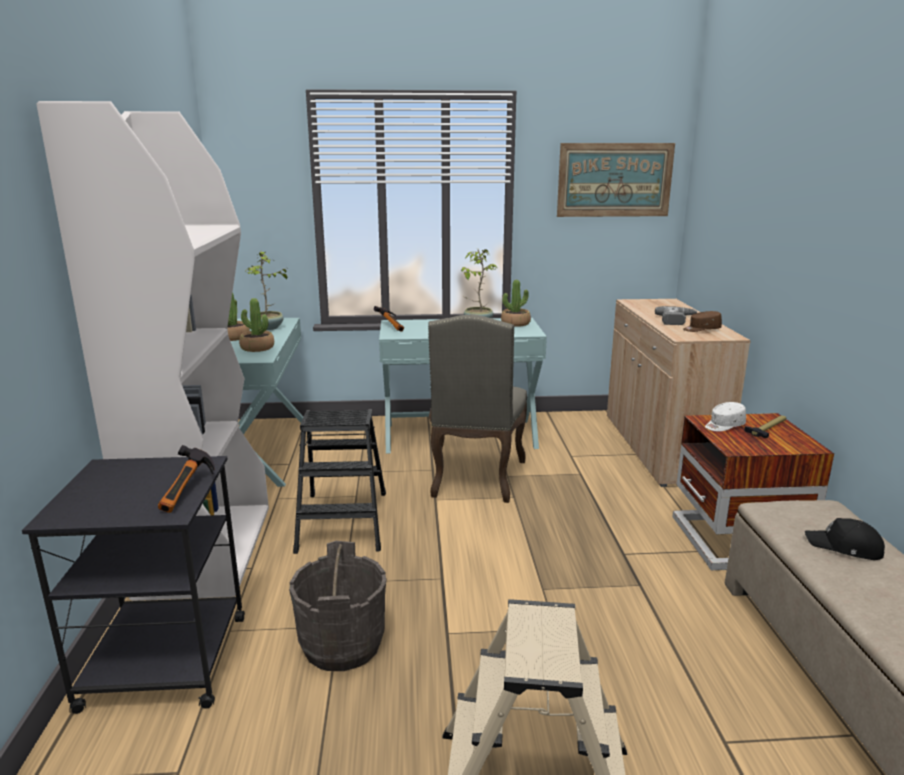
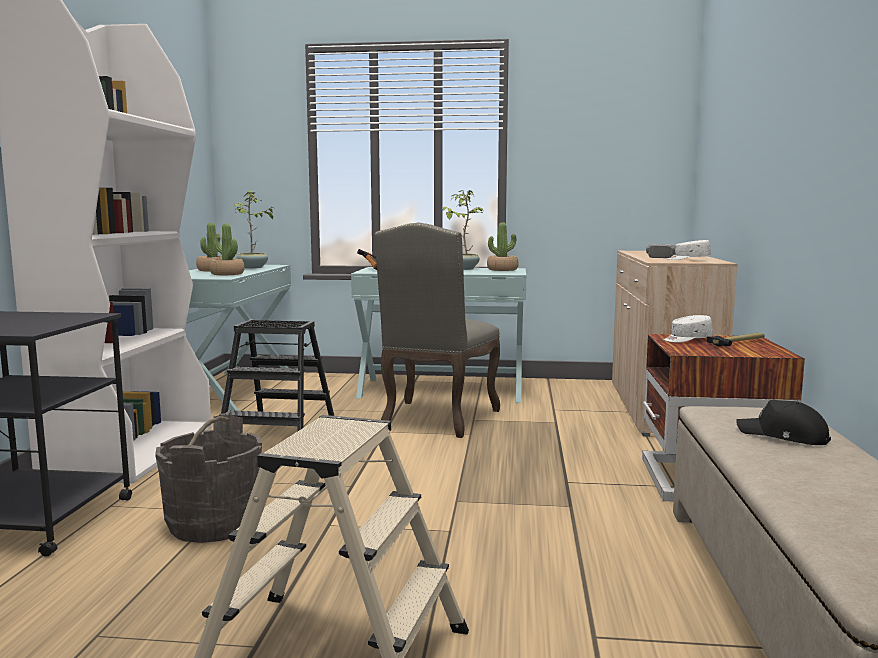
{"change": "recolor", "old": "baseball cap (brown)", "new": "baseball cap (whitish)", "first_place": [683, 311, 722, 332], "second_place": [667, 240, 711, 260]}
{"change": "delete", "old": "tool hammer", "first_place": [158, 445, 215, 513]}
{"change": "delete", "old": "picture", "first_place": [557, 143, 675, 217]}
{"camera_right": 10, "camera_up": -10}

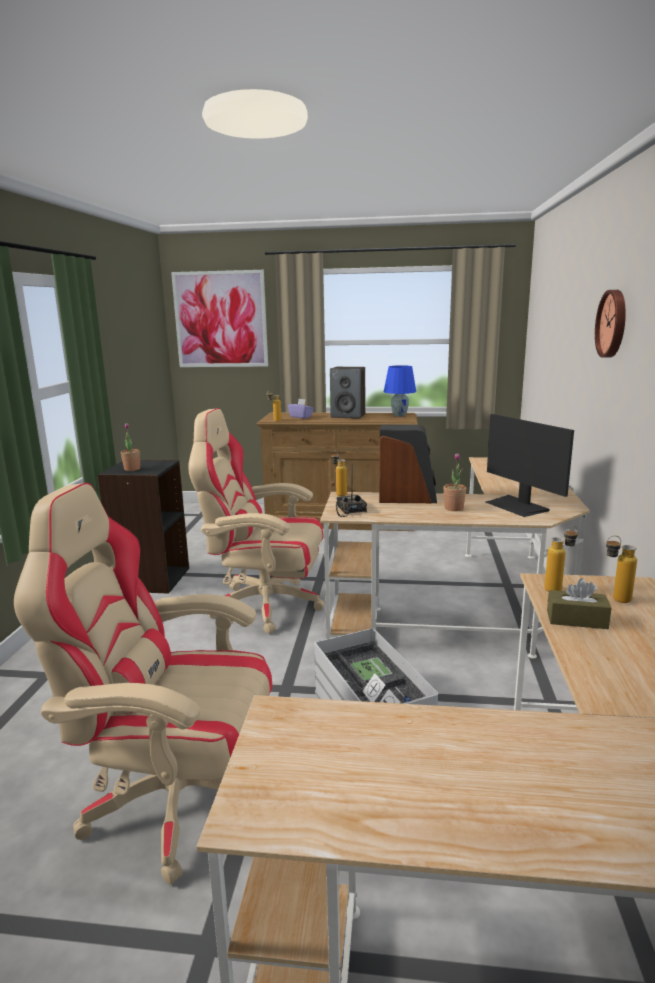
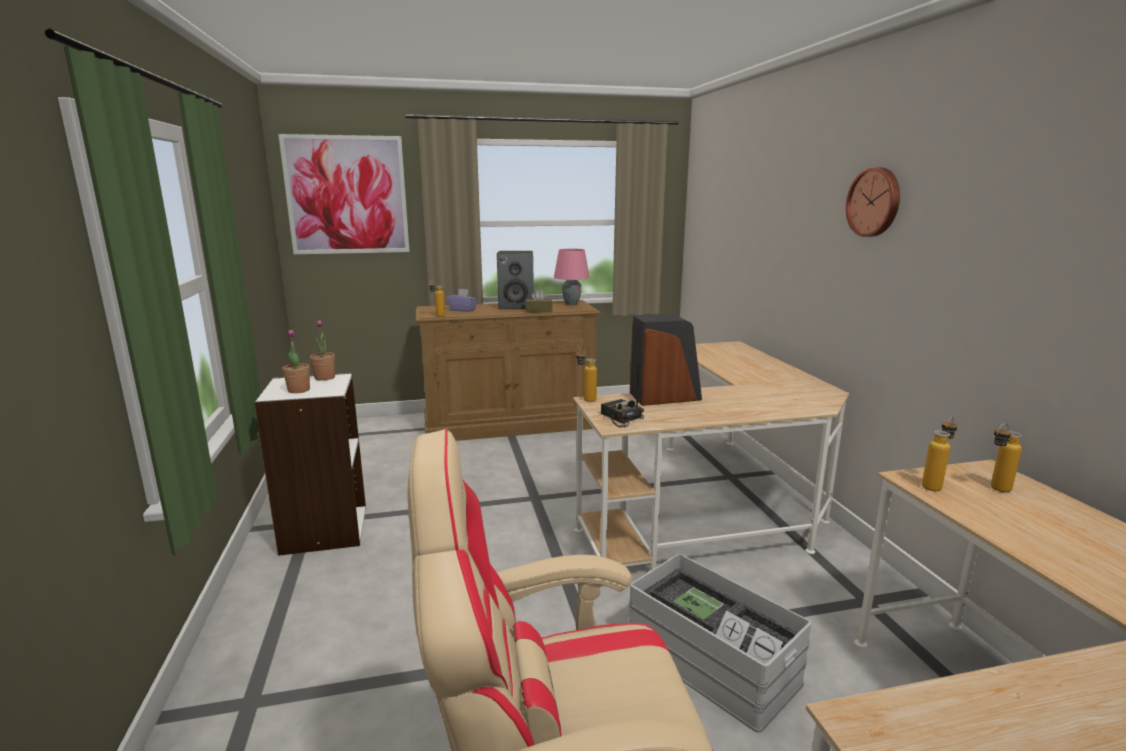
{"change": "recolor", "old": "shelving unit (black)", "new": "shelving unit (whitish)", "first_place": [97, 460, 189, 594], "second_place": [254, 373, 366, 556]}
{"change": "move", "old": "houseplant", "first_place": [443, 453, 466, 511], "second_place": [310, 320, 335, 381]}
{"change": "move", "old": "tissue box (brown)", "first_place": [547, 578, 611, 629], "second_place": [525, 289, 552, 313]}
{"change": "recolor", "old": "lamp for a table (blue)", "new": "lamp for a table (pink)", "first_place": [384, 365, 416, 417], "second_place": [554, 249, 590, 305]}
{"change": "delete", "old": "computer chair (beige-coloured)", "first_place": [188, 408, 324, 634]}
{"change": "delete", "old": "computer display", "first_place": [486, 414, 574, 517]}
{"camera_right": -20, "camera_up": 0}

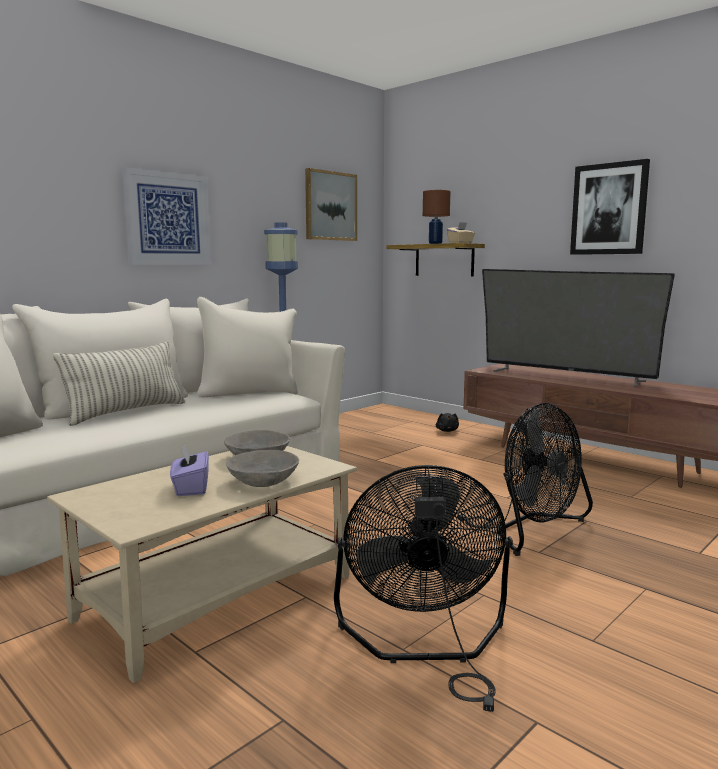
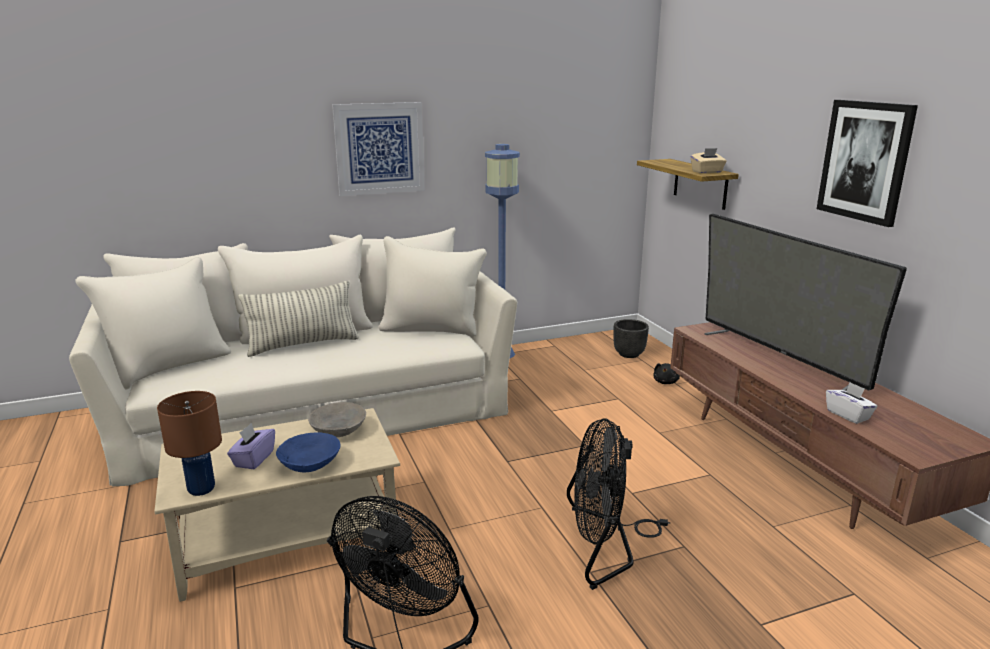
{"change": "move", "old": "lamp for a table (brown)", "first_place": [423, 190, 451, 244], "second_place": [157, 391, 222, 496]}
{"change": "recolor", "old": "bowl (gray)", "new": "bowl (blue)", "first_place": [226, 450, 299, 487], "second_place": [276, 432, 340, 472]}
{"change": "rotate", "old": "fan (black)", "first_place": [457, 403, 593, 556], "second_place": [567, 418, 669, 590], "degrees": 105}
{"change": "insert", "new": "plant pot (black)", "second_place": [613, 319, 649, 358]}
{"change": "insert", "new": "tissue box (whitish)", "second_place": [826, 382, 878, 424]}
{"change": "delete", "old": "picture", "first_place": [305, 168, 357, 241]}
{"camera_right": 25, "camera_up": 10}

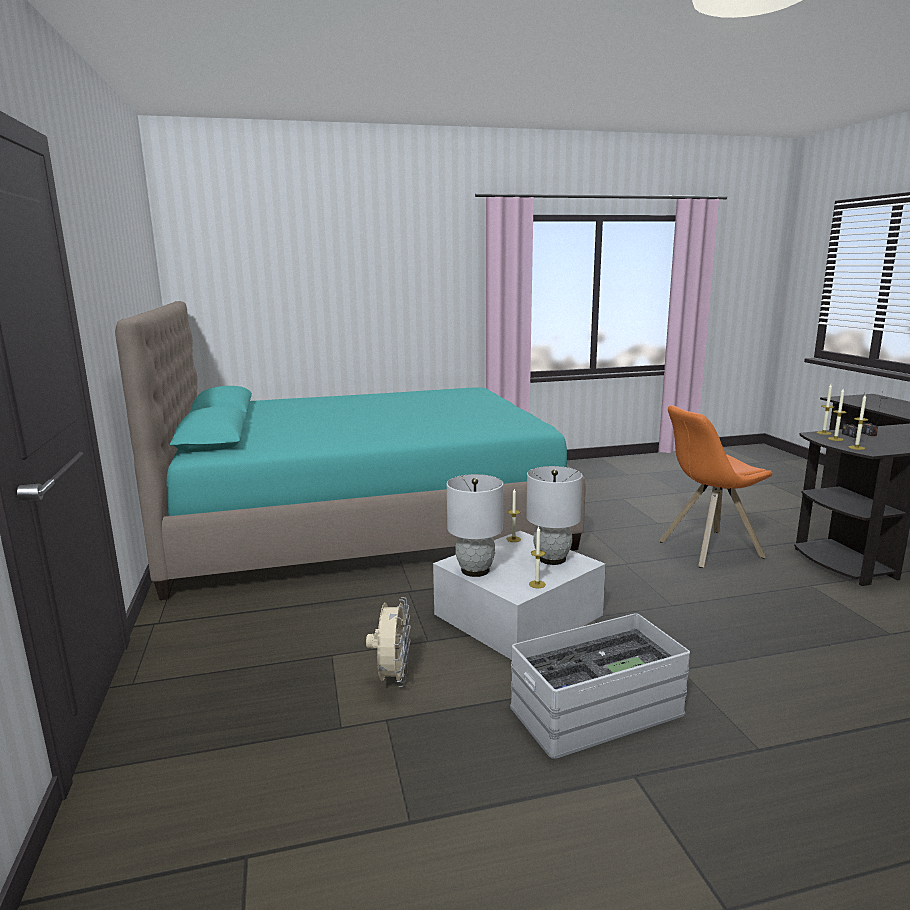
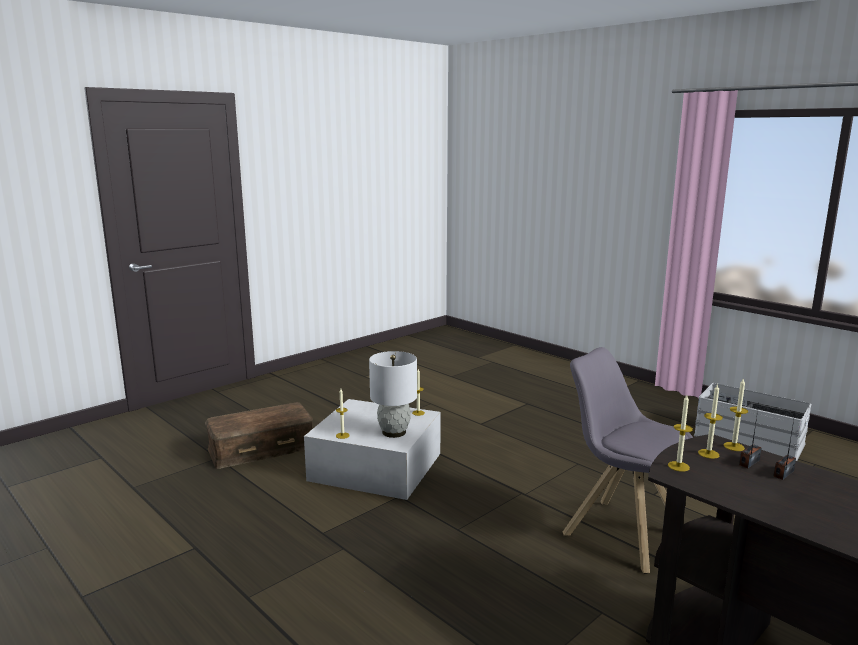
{"change": "replace", "old": "fan (beige-coloured)", "new": "storage container (brown)", "first_place": [366, 597, 411, 687], "second_place": [205, 402, 313, 469]}
{"change": "recolor", "old": "plain chair (orangey)", "new": "plain chair (gray)", "first_place": [659, 405, 773, 568], "second_place": [563, 347, 693, 574]}
{"change": "move", "old": "storage container (gray)", "first_place": [510, 613, 690, 759], "second_place": [694, 383, 811, 461]}
{"change": "delete", "old": "bedroom bed (blue-green)", "first_place": [115, 301, 585, 600]}
{"change": "delete", "old": "lamp for a table (whitish)", "first_place": [447, 474, 503, 577]}
{"camera_right": 60, "camera_up": 0}

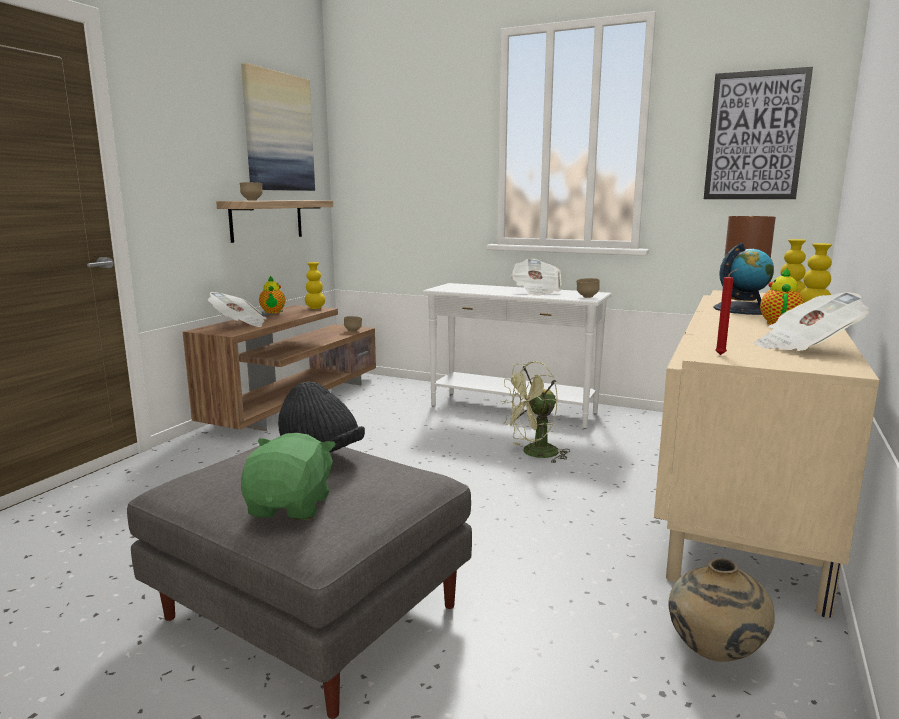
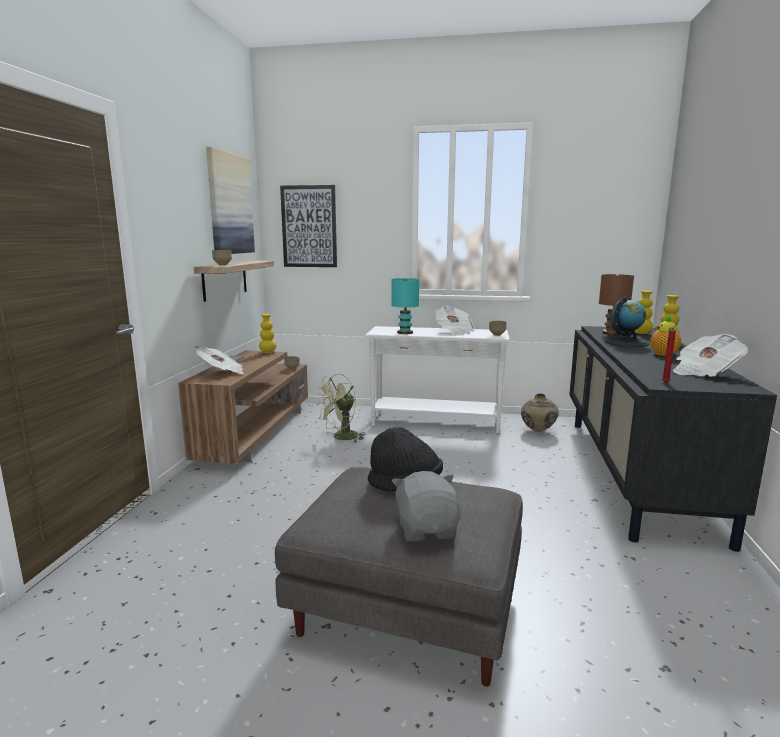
{"change": "move", "old": "picture", "first_place": [704, 67, 813, 199], "second_place": [280, 185, 337, 267]}
{"change": "move", "old": "fan (green)", "first_place": [500, 361, 570, 464], "second_place": [315, 374, 366, 443]}
{"change": "insert", "new": "lamp for a table (blue-green)", "second_place": [391, 278, 420, 334]}
{"change": "recolor", "old": "cuddly toy (green)", "new": "cuddly toy (gray)", "first_place": [241, 433, 336, 520], "second_place": [392, 471, 461, 542]}
{"change": "move", "old": "decorative vase (beige-coloured)", "first_place": [668, 558, 775, 662], "second_place": [521, 394, 559, 432]}
{"change": "recolor", "old": "cupboard (beige-coloured)", "new": "cupboard (black)", "first_place": [654, 290, 879, 618], "second_place": [569, 326, 777, 552]}
{"change": "delete", "old": "tea pot", "first_place": [259, 276, 285, 313]}
{"camera_right": -15, "camera_up": 0}

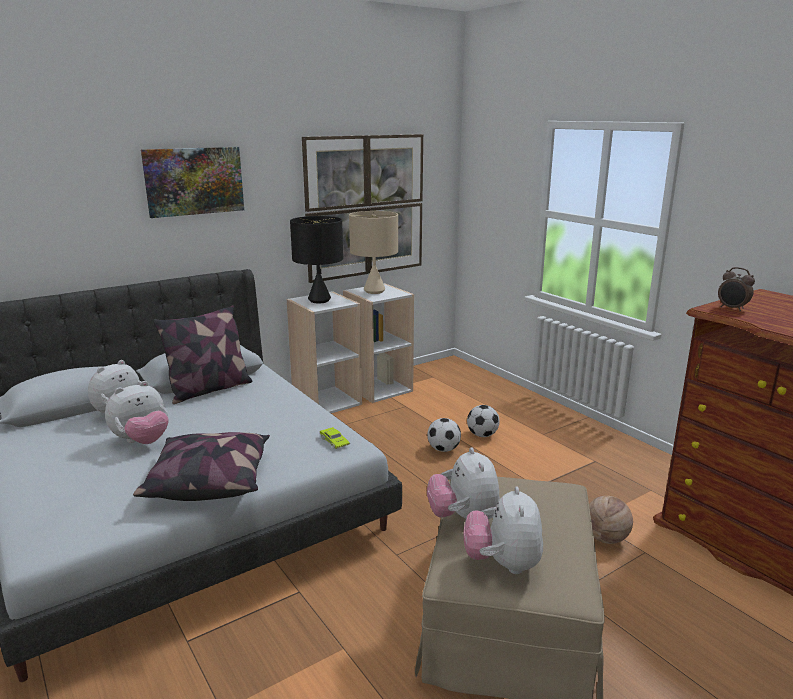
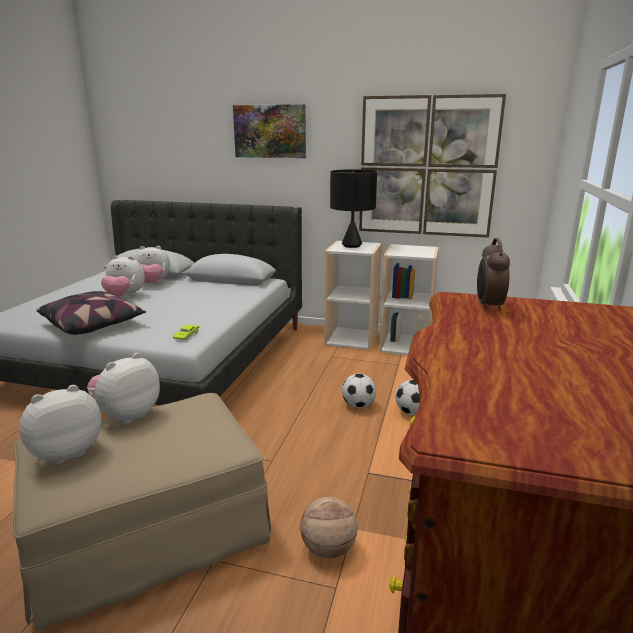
{"change": "delete", "old": "pillow", "first_place": [153, 305, 252, 404]}
{"change": "delete", "old": "lamp for a table (beige-coloured)", "first_place": [349, 211, 398, 294]}
{"camera_right": 50, "camera_up": 0}

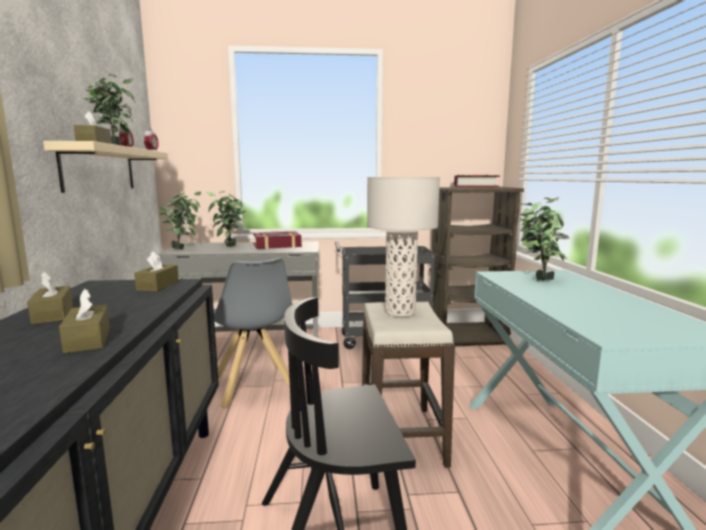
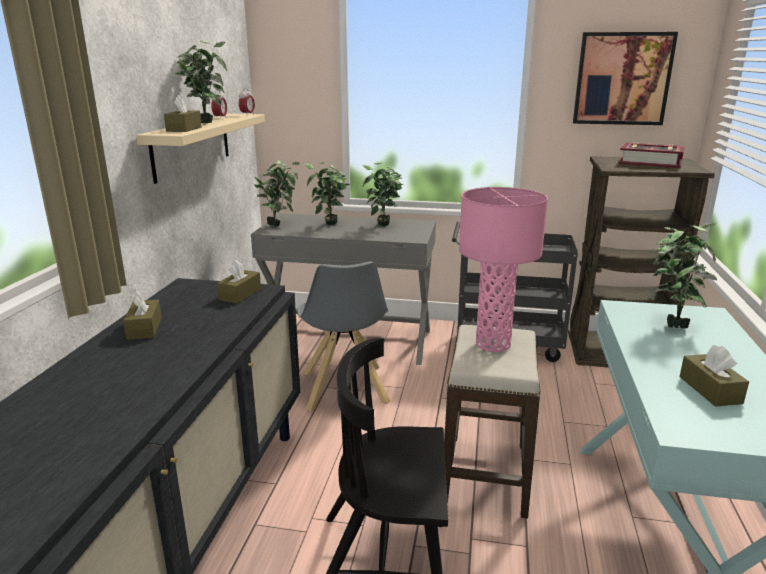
{"change": "replace", "old": "volume", "new": "houseplant", "first_place": [253, 231, 302, 249], "second_place": [362, 162, 404, 226]}
{"change": "recolor", "old": "lamp for a table (whitish)", "new": "lamp for a table (pink)", "first_place": [367, 177, 440, 317], "second_place": [459, 187, 548, 352]}
{"change": "insert", "new": "picture", "second_place": [573, 32, 678, 125]}
{"change": "move", "old": "tissue box (brown)", "first_place": [59, 289, 110, 354], "second_place": [680, 345, 749, 407]}
{"camera_right": 15, "camera_up": 10}

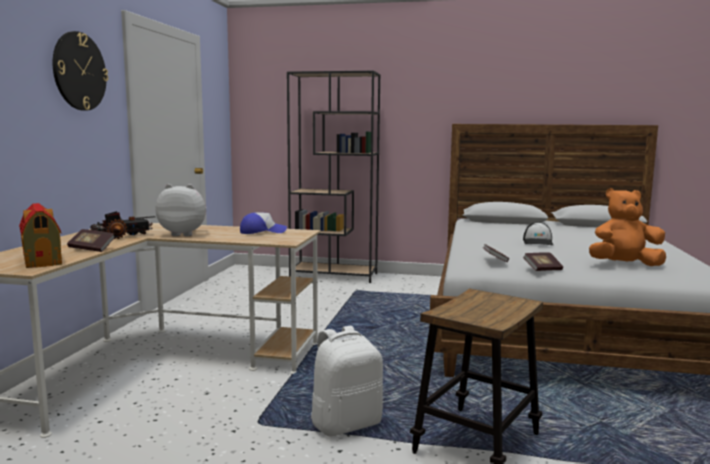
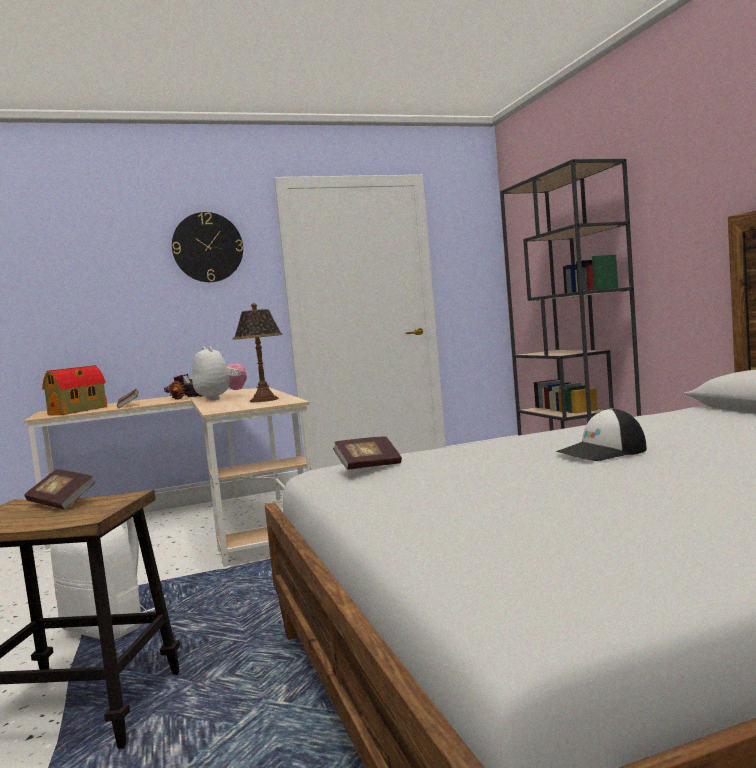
{"change": "move", "old": "volume", "first_place": [523, 253, 563, 271], "second_place": [25, 469, 95, 510]}
{"change": "replace", "old": "baseball cap", "new": "lamp for a table", "first_place": [240, 213, 287, 234], "second_place": [233, 303, 283, 402]}
{"change": "delete", "old": "cuddly toy (orangey)", "first_place": [589, 188, 666, 266]}
{"camera_right": 60, "camera_up": -5}

